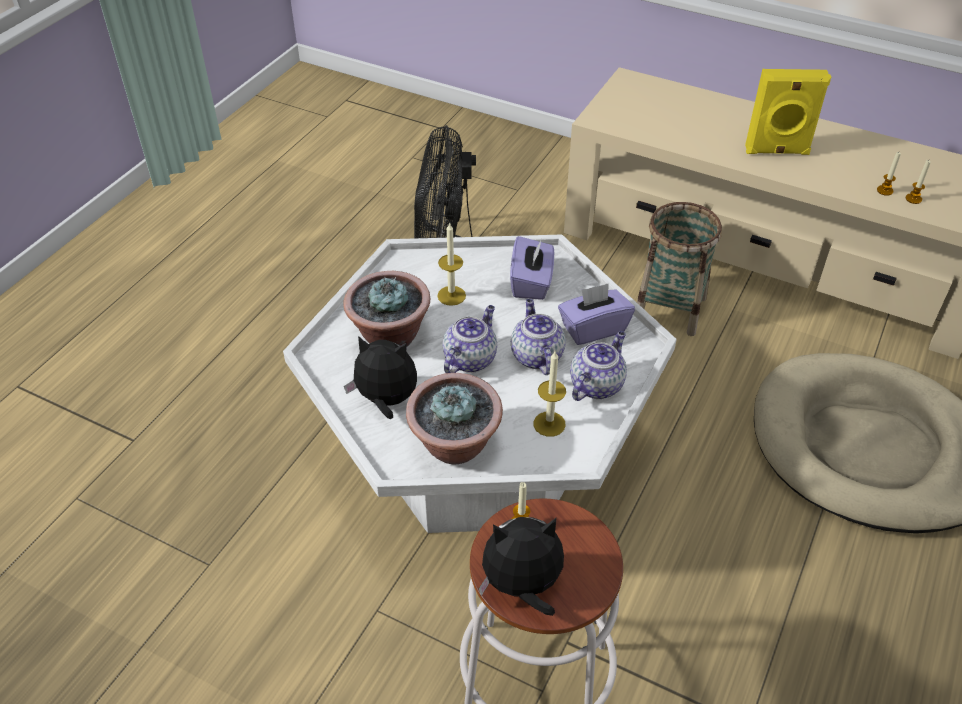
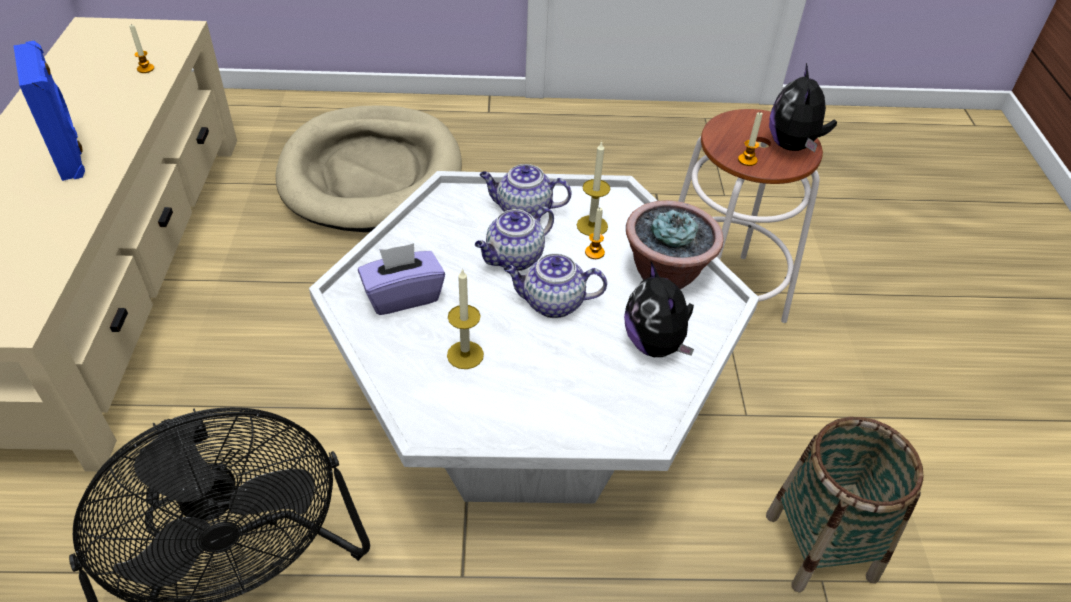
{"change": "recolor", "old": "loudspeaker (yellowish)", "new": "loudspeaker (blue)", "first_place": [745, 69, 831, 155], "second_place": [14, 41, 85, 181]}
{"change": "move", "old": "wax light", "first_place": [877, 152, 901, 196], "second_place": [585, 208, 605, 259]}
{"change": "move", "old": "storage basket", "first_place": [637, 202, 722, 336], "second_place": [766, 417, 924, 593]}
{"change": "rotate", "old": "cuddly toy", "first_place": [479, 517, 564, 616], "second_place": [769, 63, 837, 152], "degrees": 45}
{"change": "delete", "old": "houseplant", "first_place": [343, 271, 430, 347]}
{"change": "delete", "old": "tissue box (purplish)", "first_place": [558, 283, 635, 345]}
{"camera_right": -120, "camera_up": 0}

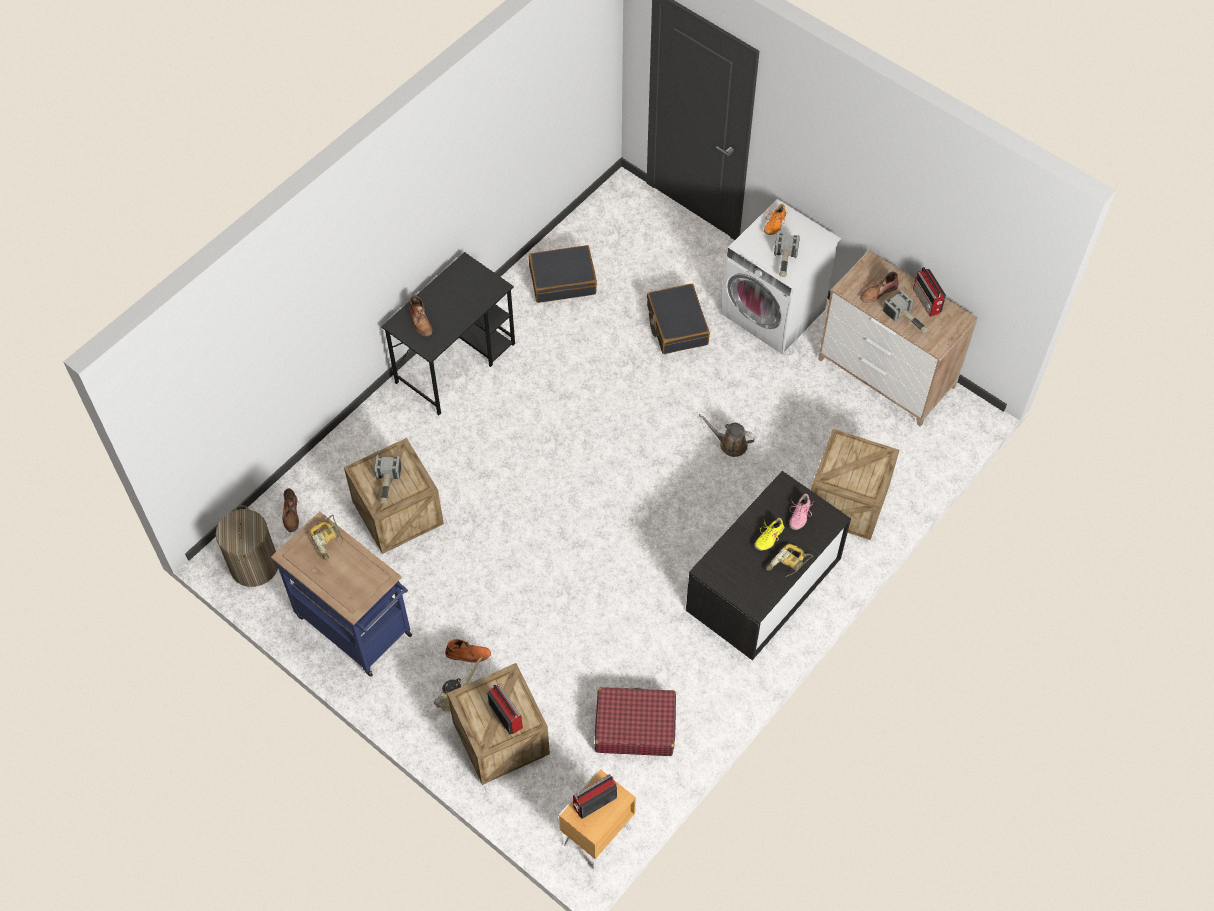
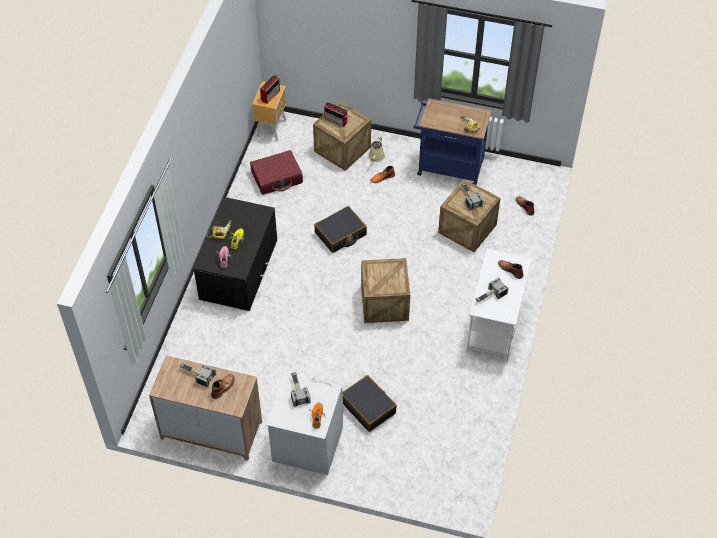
{"change": "move", "old": "travel case (black)", "first_place": [528, 245, 597, 303], "second_place": [314, 206, 367, 253]}
{"change": "move", "old": "crate", "first_place": [811, 429, 899, 540], "second_place": [361, 258, 410, 323]}
{"change": "recolor", "old": "desk (black)", "new": "desk (whitish)", "first_place": [381, 252, 515, 415], "second_place": [467, 249, 532, 361]}
{"change": "insert", "new": "tool hammer", "second_place": [476, 277, 509, 303]}
{"change": "delete", "old": "hamper", "first_place": [215, 505, 278, 587]}
{"change": "delete", "old": "sprinkling can (brown)", "first_place": [698, 414, 756, 457]}
{"change": "delete", "old": "radio", "first_place": [913, 267, 946, 317]}
{"camera_right": 155, "camera_up": -5}

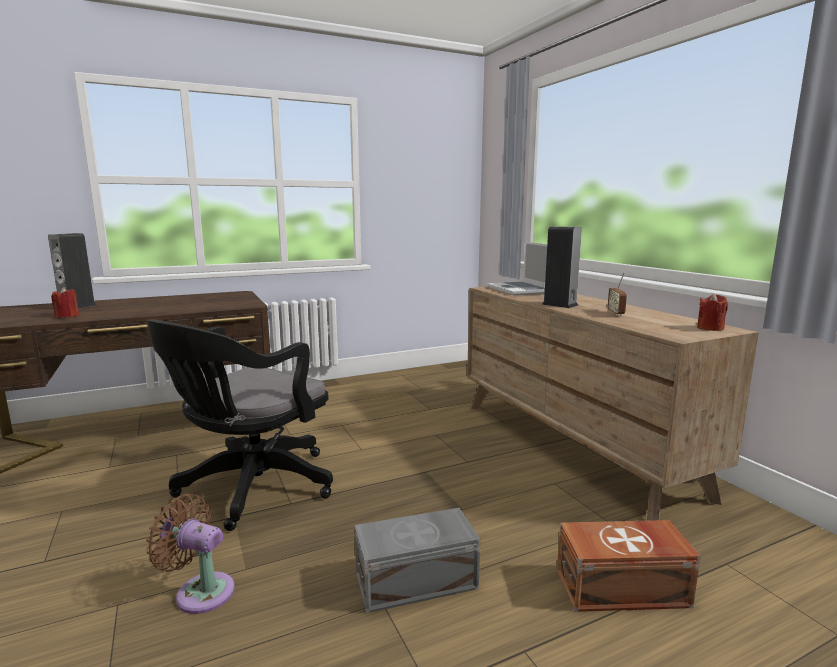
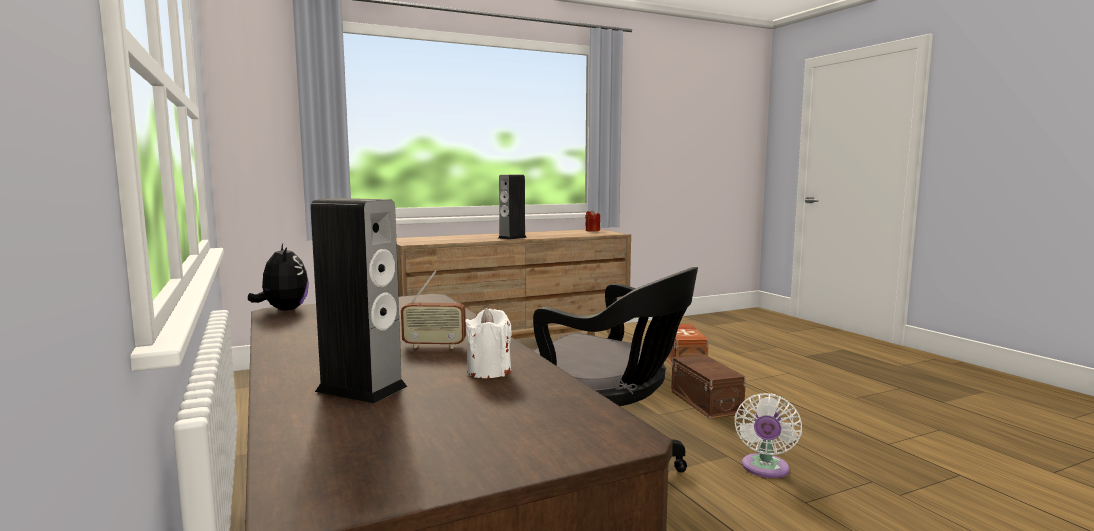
{"change": "insert", "new": "cuddly toy", "second_place": [248, 244, 309, 310]}
{"change": "move", "old": "radio", "first_place": [608, 272, 627, 316], "second_place": [401, 271, 466, 349]}
{"change": "recolor", "old": "wax light (red)", "new": "wax light (whitish)", "first_place": [51, 287, 79, 318], "second_place": [465, 308, 512, 378]}
{"change": "recolor", "old": "storage container (gray)", "new": "storage container (brown)", "first_place": [354, 507, 480, 613], "second_place": [671, 354, 746, 419]}
{"change": "recolor", "old": "fan (brown)", "new": "fan (whitish)", "first_place": [146, 494, 235, 614], "second_place": [734, 393, 802, 478]}
{"change": "delete", "old": "laptop", "first_place": [488, 242, 547, 296]}
{"camera_right": -90, "camera_up": -5}

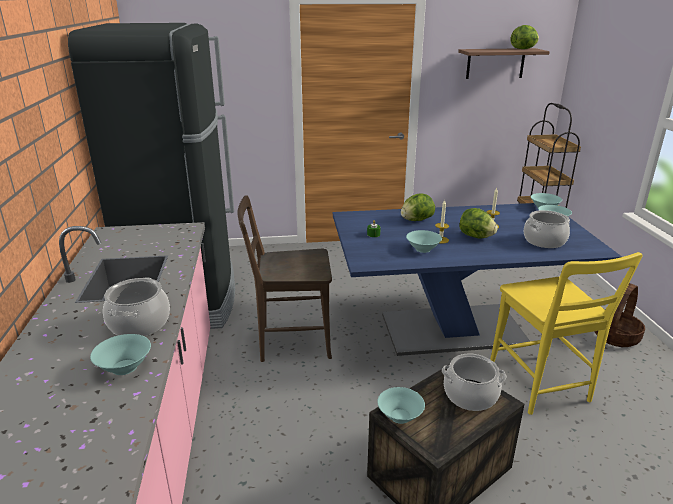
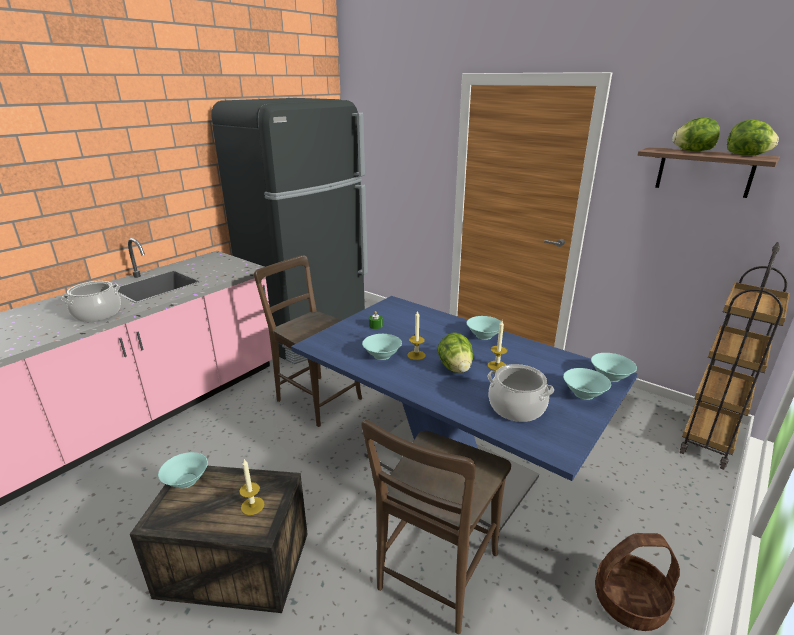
{"change": "replace", "old": "saucepot", "new": "wax light", "first_place": [442, 354, 506, 411], "second_place": [239, 459, 264, 515]}
{"change": "recolor", "old": "plain chair (yellowish)", "new": "plain chair (brown)", "first_place": [490, 252, 643, 415], "second_place": [361, 420, 511, 634]}
{"change": "move", "old": "bowl (blue-green)", "first_place": [90, 334, 151, 375], "second_place": [467, 316, 501, 340]}
{"change": "move", "old": "head of lettuce", "first_place": [401, 193, 435, 221], "second_place": [672, 117, 720, 151]}
{"camera_right": 45, "camera_up": 0}

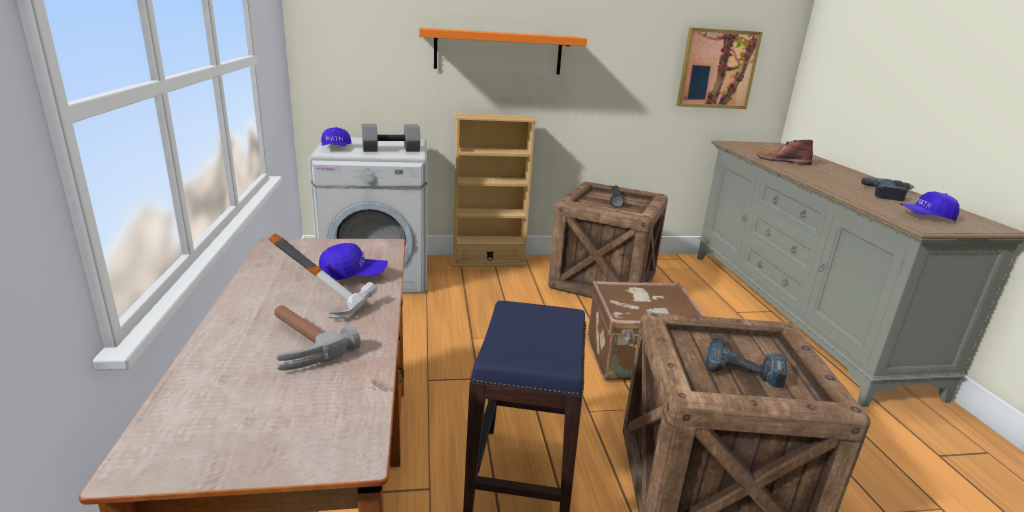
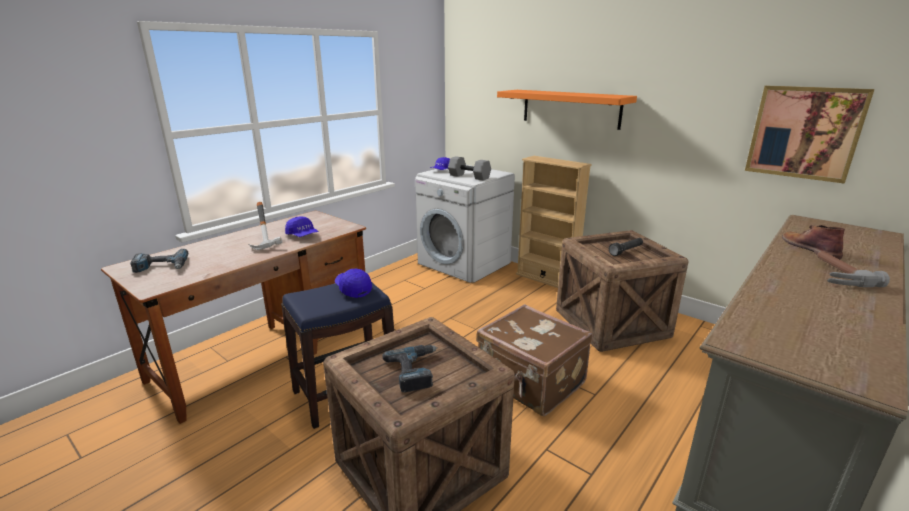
{"change": "move", "old": "power drill", "first_place": [861, 177, 915, 201], "second_place": [130, 249, 189, 273]}
{"change": "move", "old": "baseball cap (blue)", "first_place": [900, 191, 960, 221], "second_place": [335, 269, 372, 298]}
{"change": "move", "old": "tool hammer", "first_place": [274, 305, 361, 371], "second_place": [817, 251, 890, 287]}
{"camera_right": 50, "camera_up": 0}

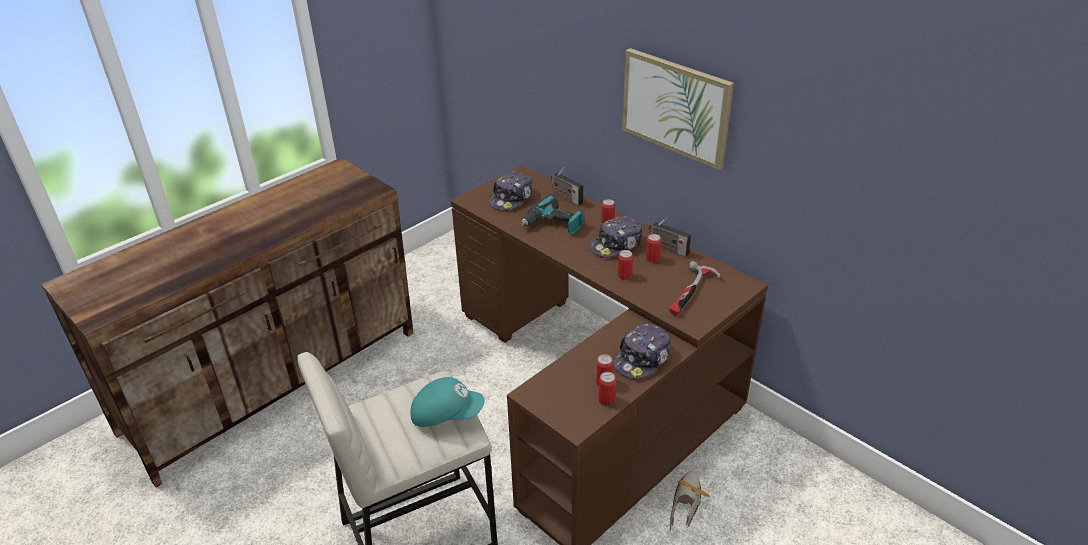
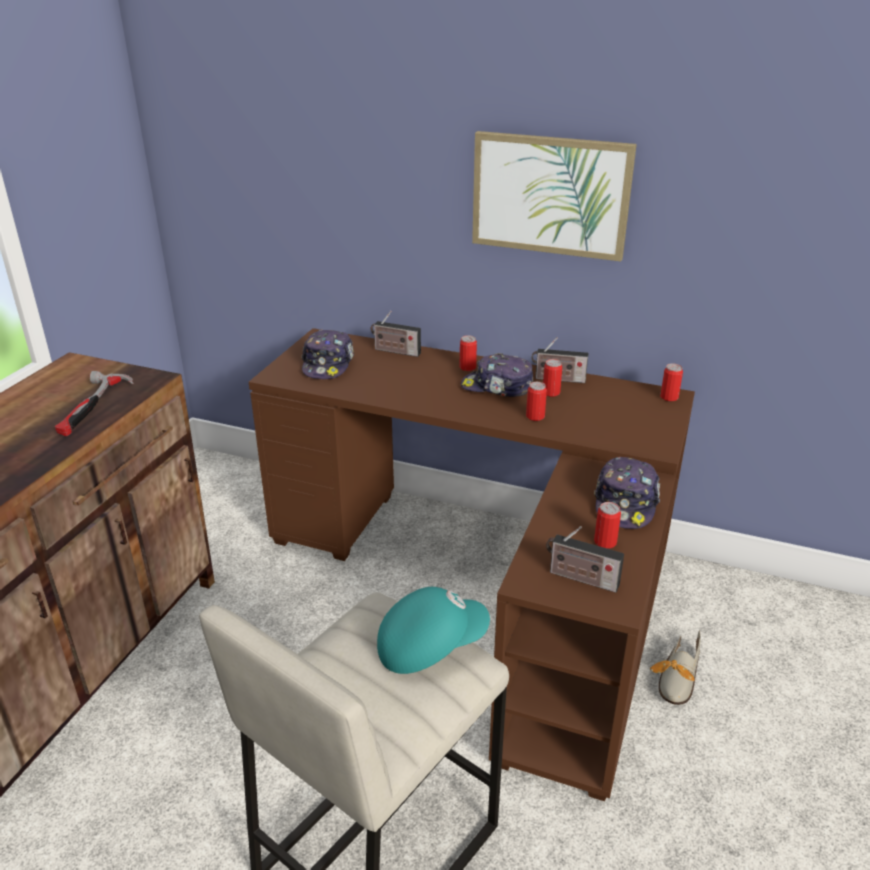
{"change": "move", "old": "tool hammer", "first_place": [669, 261, 721, 316], "second_place": [55, 371, 134, 436]}
{"change": "rotate", "old": "baseball cap", "first_place": [589, 216, 642, 258], "second_place": [461, 353, 533, 397], "degrees": 75}
{"change": "insert", "new": "radio", "second_place": [546, 526, 624, 593]}
{"change": "rotate", "old": "low shoe", "first_place": [670, 471, 710, 531], "second_place": [650, 630, 701, 705], "degrees": -150}
{"change": "move", "old": "sealed can", "first_place": [598, 372, 616, 406], "second_place": [660, 364, 683, 401]}
{"change": "delete", "old": "power drill", "first_place": [521, 195, 584, 235]}
{"camera_right": -25, "camera_up": -5}

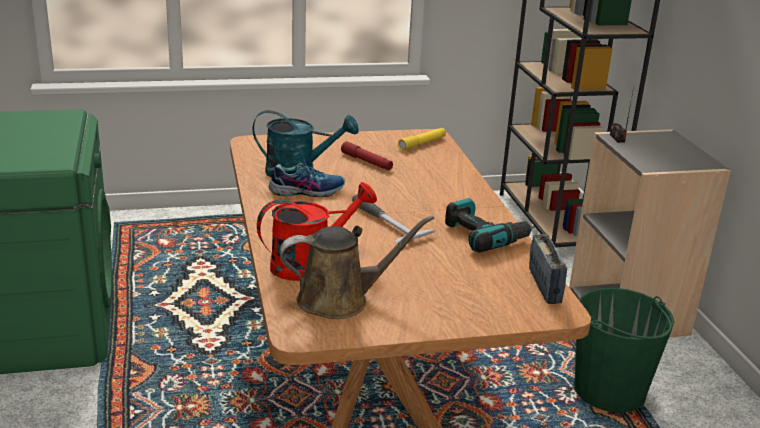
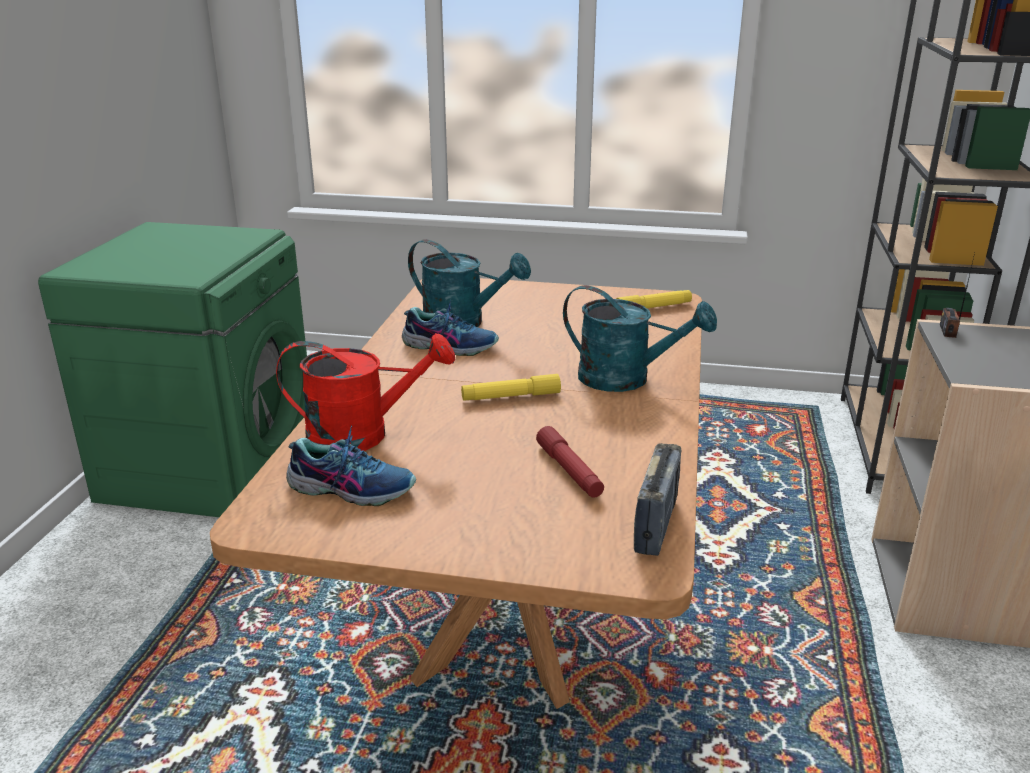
{"change": "replace", "old": "sprinkling can (brown)", "new": "low shoe", "first_place": [280, 215, 434, 319], "second_place": [286, 425, 416, 506]}
{"change": "replace", "old": "tool hammer", "new": "flashlight (yellowish)", "first_place": [352, 195, 436, 242], "second_place": [461, 374, 561, 401]}
{"change": "move", "old": "flashlight (red)", "first_place": [341, 141, 393, 170], "second_place": [536, 426, 604, 498]}
{"change": "insert", "new": "sprinkling can (blue-green)", "second_place": [563, 285, 717, 392]}
{"change": "delete", "old": "power drill", "first_place": [445, 198, 535, 253]}
{"change": "delete", "old": "bucket (green)", "first_place": [574, 288, 674, 413]}
{"camera_right": 25, "camera_up": 0}

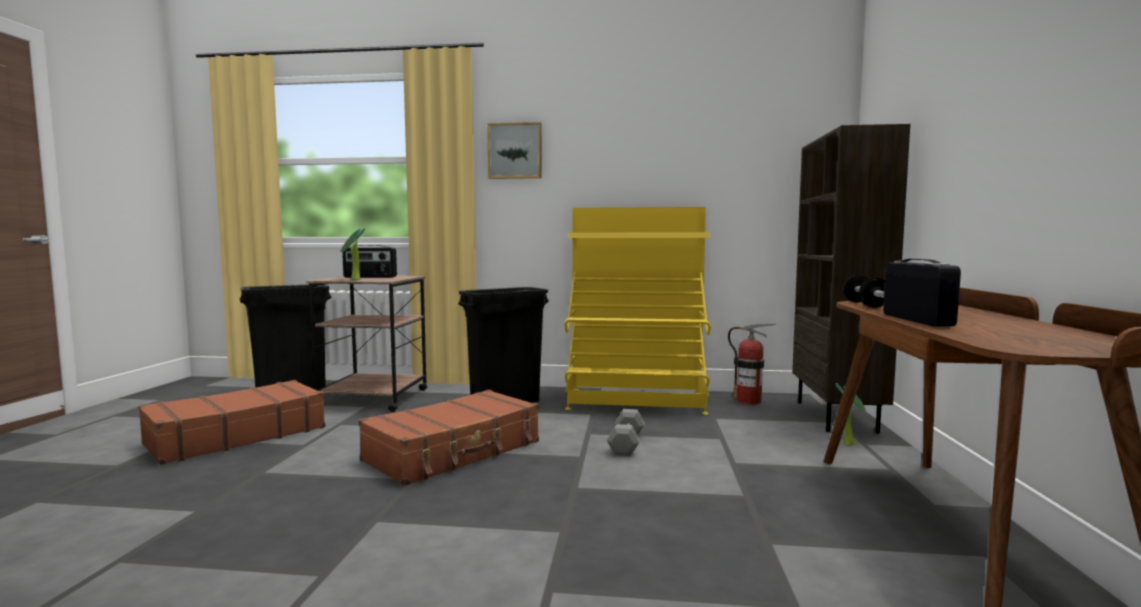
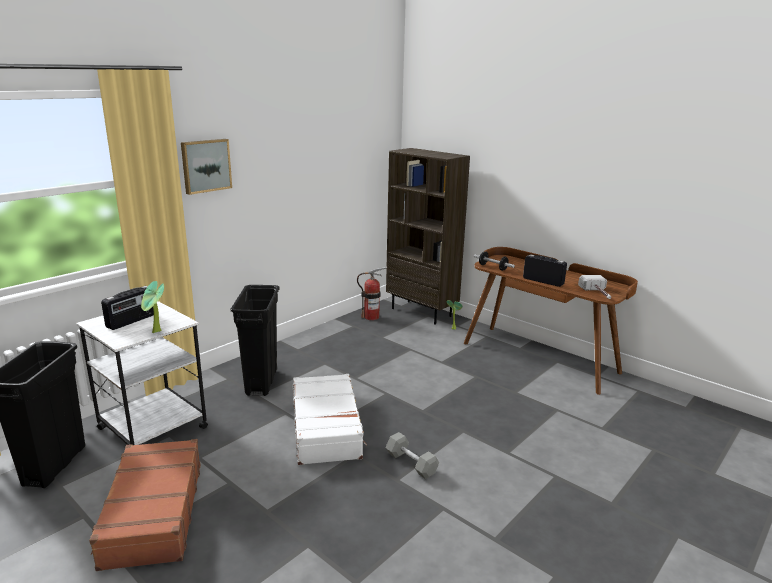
{"change": "recolor", "old": "wheeled cart (brown)", "new": "wheeled cart (whitish)", "first_place": [306, 276, 427, 412], "second_place": [76, 301, 208, 445]}
{"change": "recolor", "old": "travel case (brown)", "new": "travel case (whitish)", "first_place": [358, 390, 539, 486], "second_place": [293, 374, 367, 465]}
{"change": "move", "old": "hand weight (gray)", "first_place": [607, 409, 645, 456], "second_place": [385, 432, 439, 479]}
{"change": "insert", "new": "tool hammer", "second_place": [578, 275, 611, 299]}
{"change": "delete", "old": "shoe stand (yellowish)", "first_place": [564, 207, 711, 414]}
{"camera_right": -55, "camera_up": 15}

